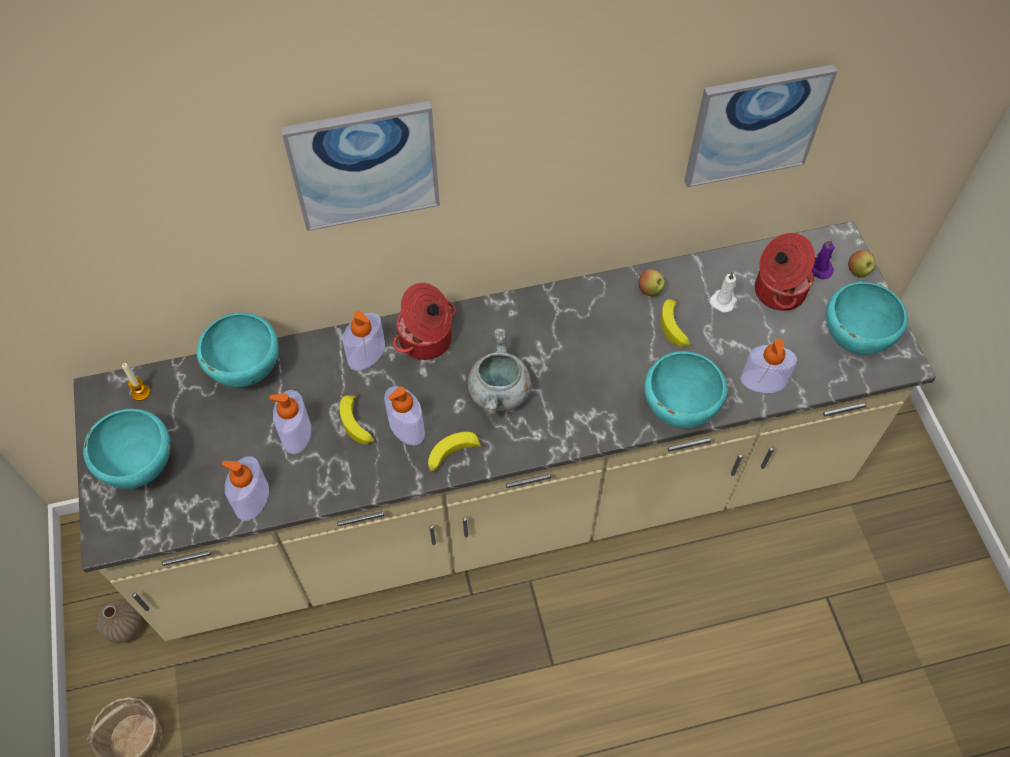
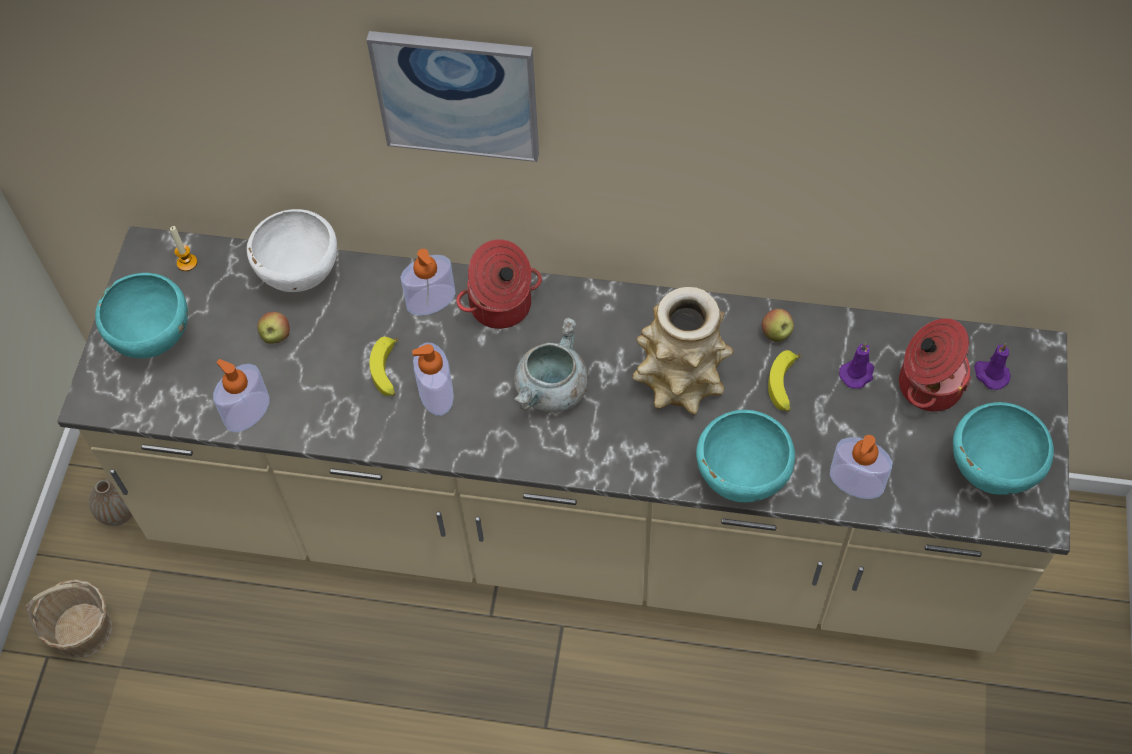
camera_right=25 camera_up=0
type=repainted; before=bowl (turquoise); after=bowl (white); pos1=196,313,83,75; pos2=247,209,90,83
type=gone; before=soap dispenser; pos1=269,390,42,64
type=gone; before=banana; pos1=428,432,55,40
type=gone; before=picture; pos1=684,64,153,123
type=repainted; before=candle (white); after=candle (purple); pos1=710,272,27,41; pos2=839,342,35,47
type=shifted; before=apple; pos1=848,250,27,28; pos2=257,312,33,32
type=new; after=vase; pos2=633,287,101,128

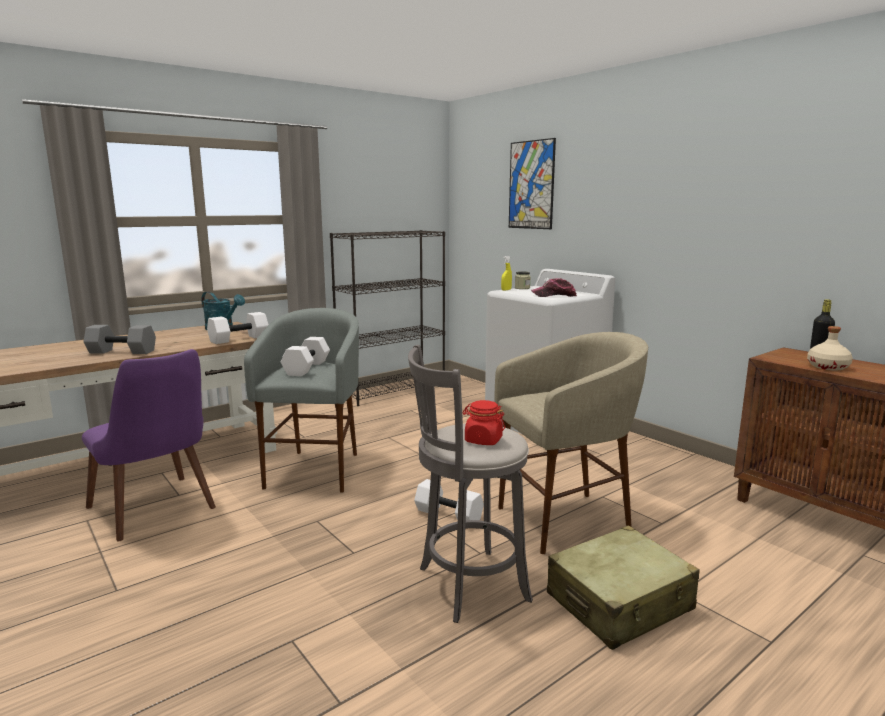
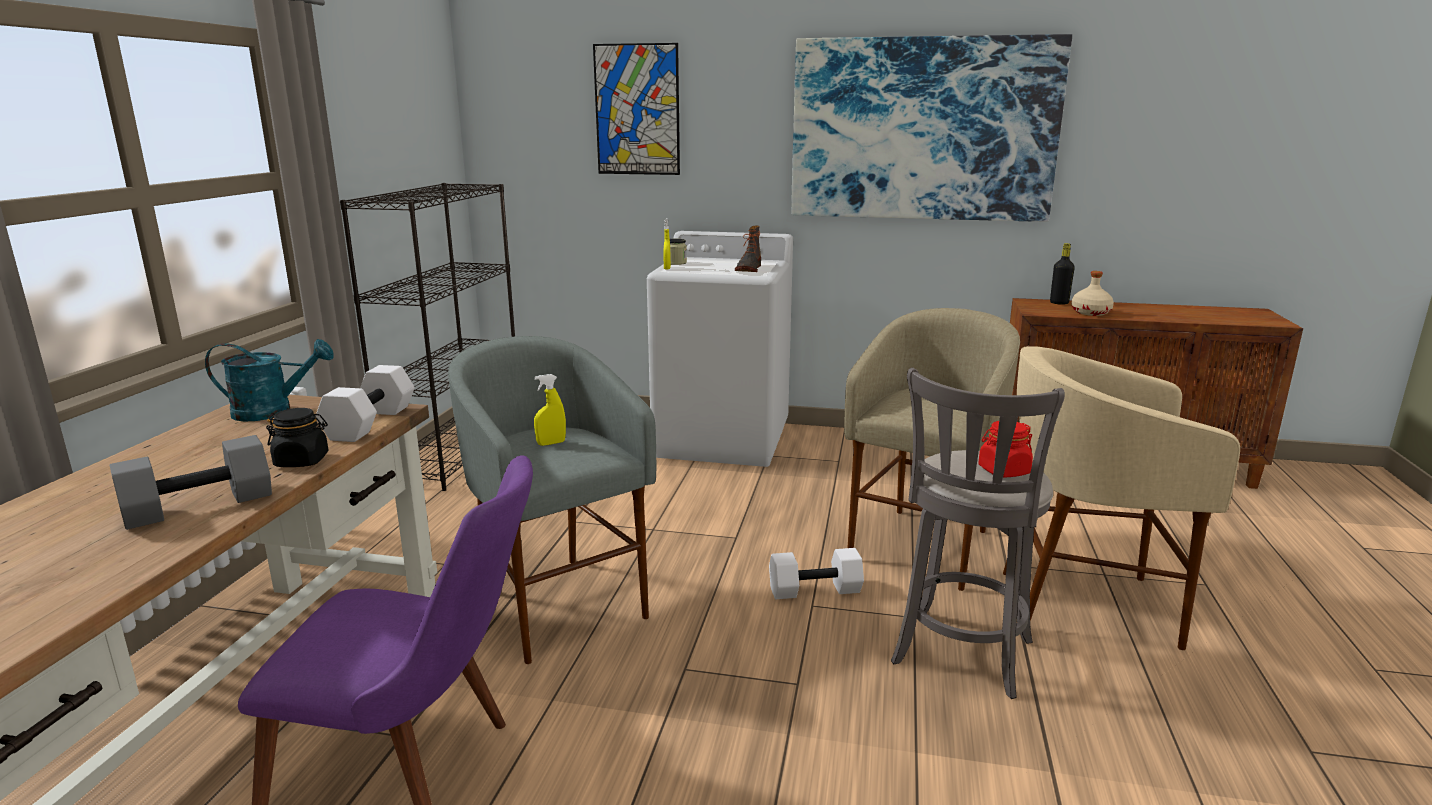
camera_right=-40 camera_up=5
type=swapped; before=dumbbell (white); after=spray bottle (yellow); pos1=281,337,49,39; pos2=534,374,32,72
type=swapped; before=cap; after=boot; pos1=531,278,45,19; pos2=735,226,26,46
type=swapped; before=suitcase (beige); after=stool (beige); pos1=547,525,153,125; pos2=1003,346,237,304
type=new; after=jar (black); pos2=266,408,62,59
type=new; after=picture; pos2=791,34,281,188

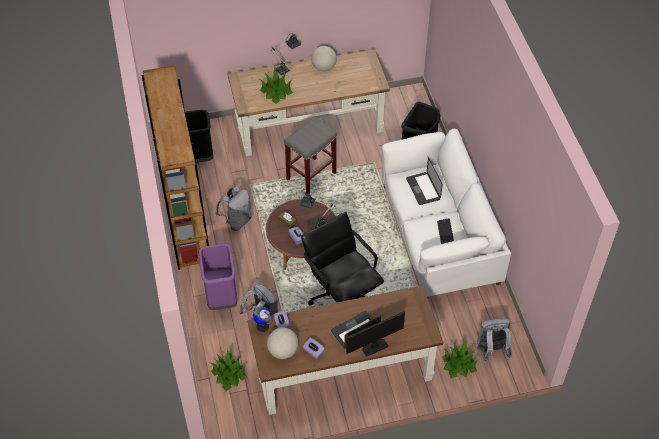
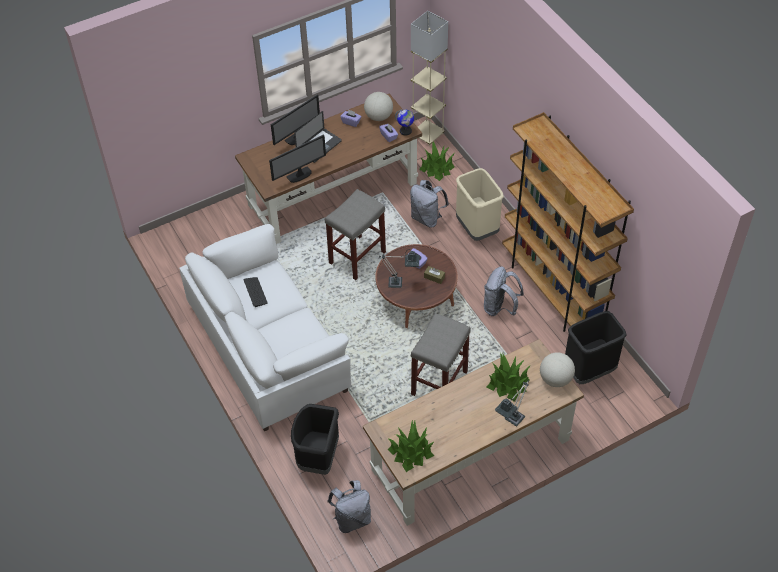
camera_right=165 camera_up=0
type=repainted; before=trash can (purple); after=trash can (beige); pos1=199,244,38,66; pos2=456,168,48,73
type=swapped; before=office chair (black); after=stool (grey); pos1=301,212,83,93; pos2=325,189,61,91
type=shifted; before=globe; pos1=311,46,26,26; pos2=540,352,35,35
type=gone; before=laptop; pos1=406,157,37,48
type=shifted; before=potted plant; pos1=442,341,37,37; pos2=387,420,47,52
type=shifted; before=backpack (grey); pos1=477,318,35,43; pos2=327,480,44,53
type=new; after=monitor; pos2=269,134,57,49
type=new; after=floor lamp (beige); pos2=411,11,37,135

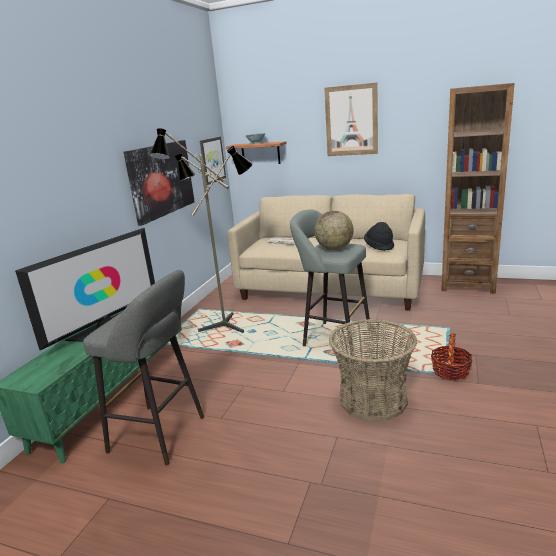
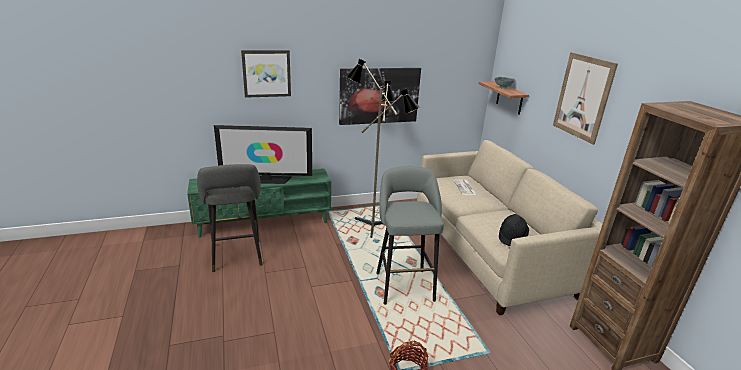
camera_right=50 camera_up=5
type=shifted; before=picture; pos1=200,136,26,49; pos2=241,50,50,48
type=gone; before=globe; pos1=314,211,40,39
type=gone; before=basket; pos1=329,319,88,102

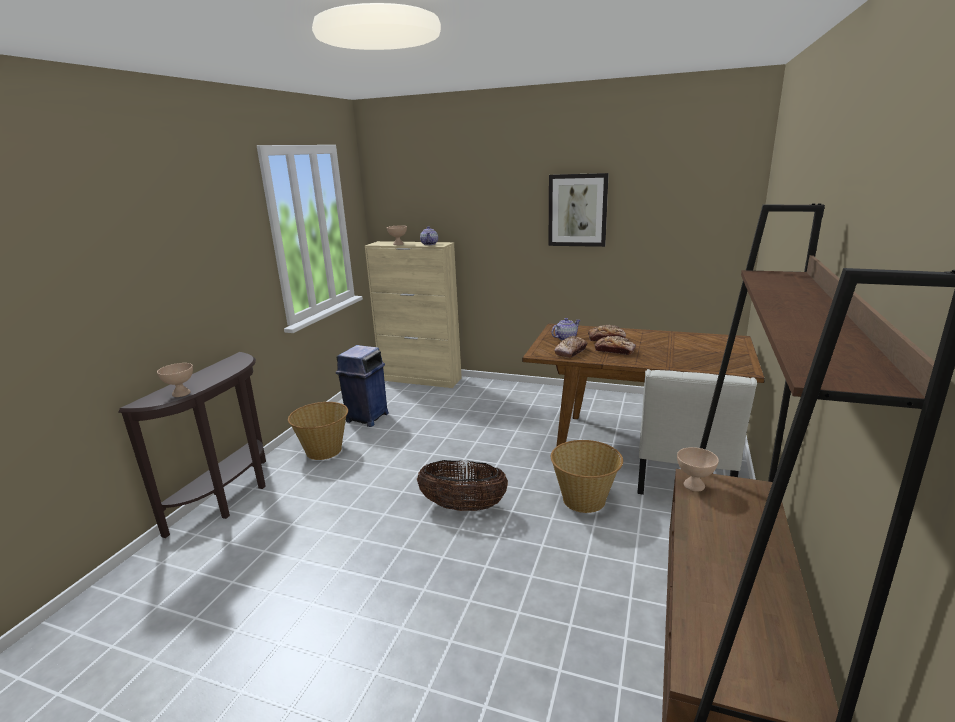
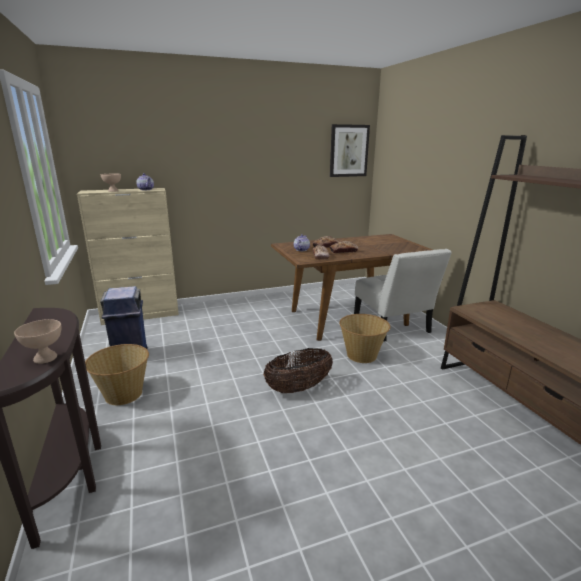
camera_right=-40 camera_up=0
type=shifted; before=picture; pos1=548,173,61,74; pos2=330,124,40,53
type=gone; before=bowl (beige); pos1=677,447,42,45

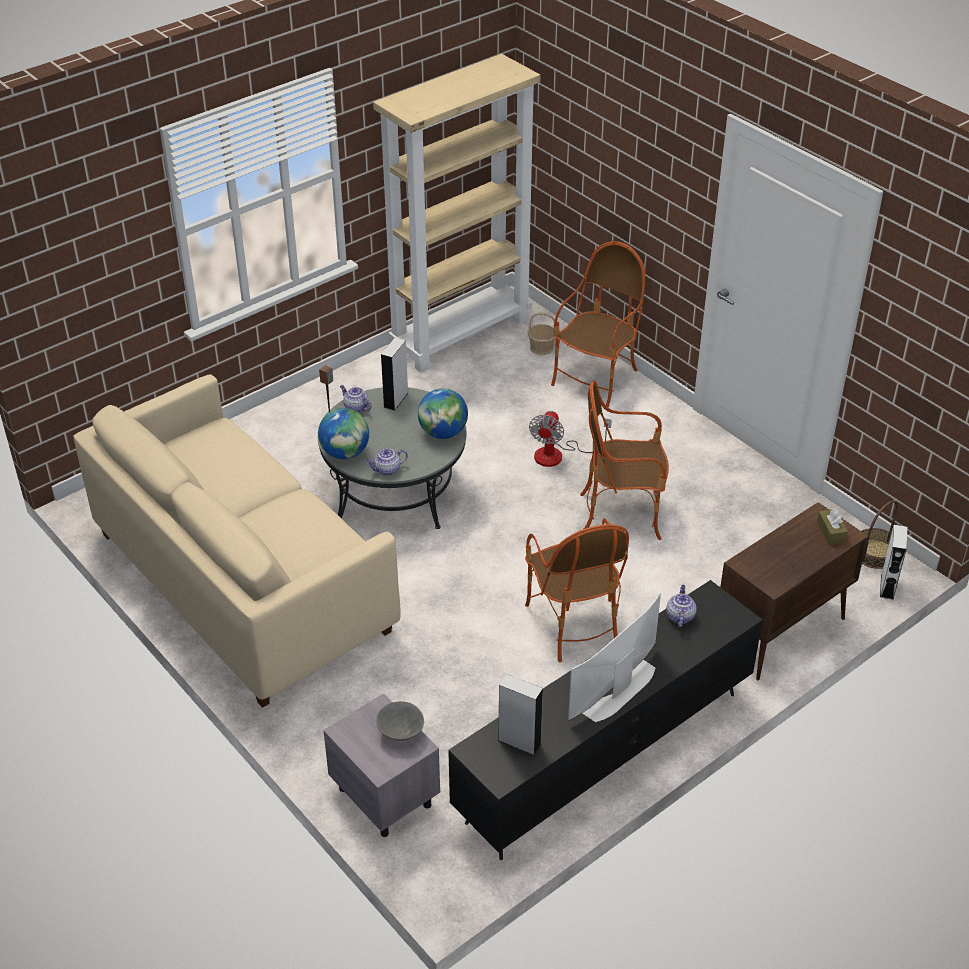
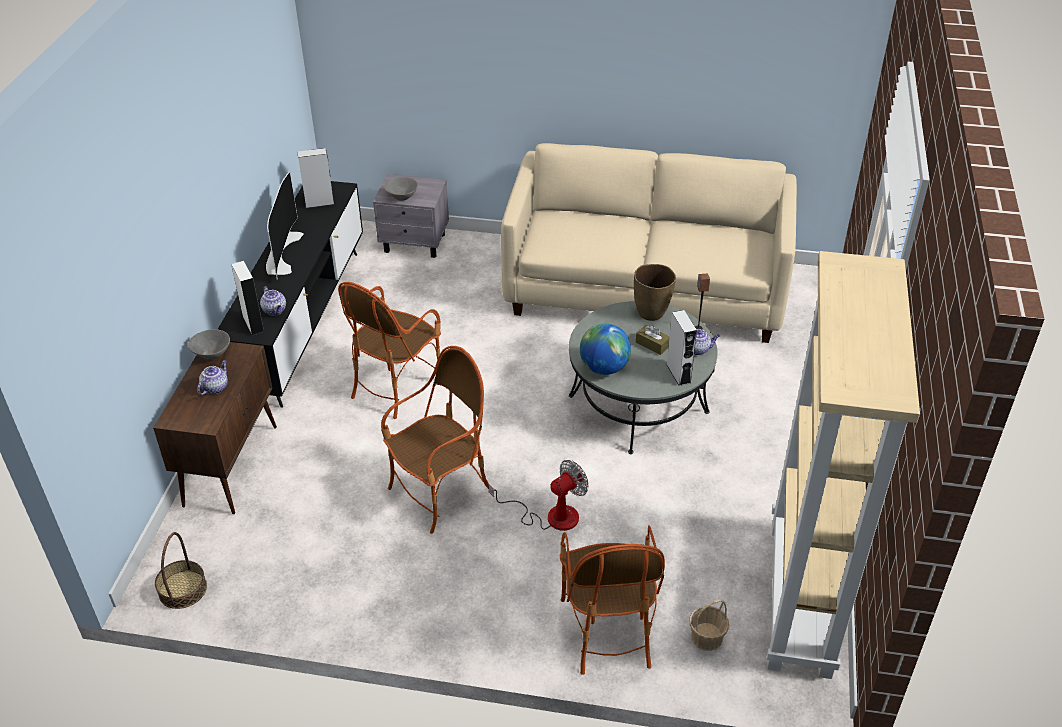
camera_right=140 camera_up=0
type=swapped; before=globe; after=vase (brown); pos1=318,408,51,51; pos2=634,264,42,57
type=shifted; before=teapot; pos1=366,448,42,28; pos2=197,360,31,35
type=rotated; before=armchair; pos1=525,518,104,144; pos2=338,282,103,137; turn=-90
type=rotated; before=fan; pos1=529,411,83,56; pos2=489,460,100,71; turn=75
type=shifted; before=tissue box (brown); pos1=817,508,31,37; pos2=636,325,34,30
type=shifted; before=speaker (white); pos1=880,525,27,75; pos2=231,261,34,74
type=new; after=bowl (grey); pos2=188,329,42,31

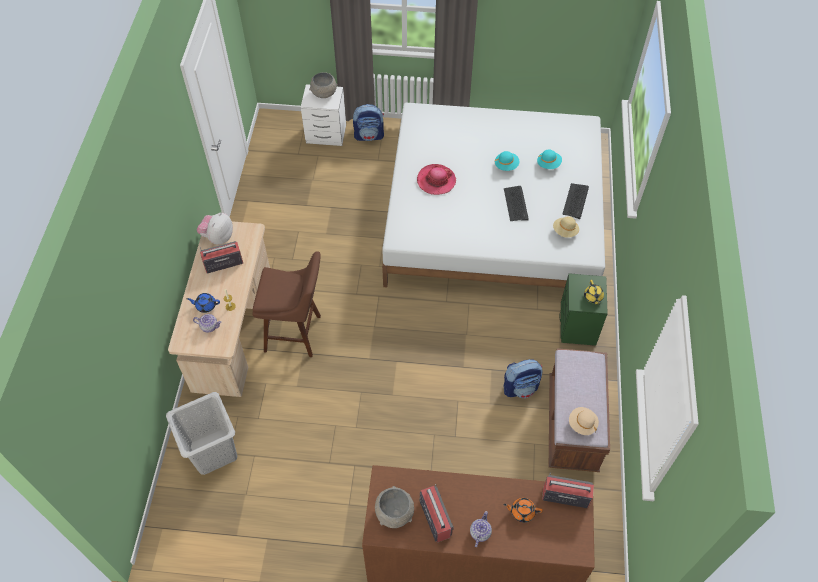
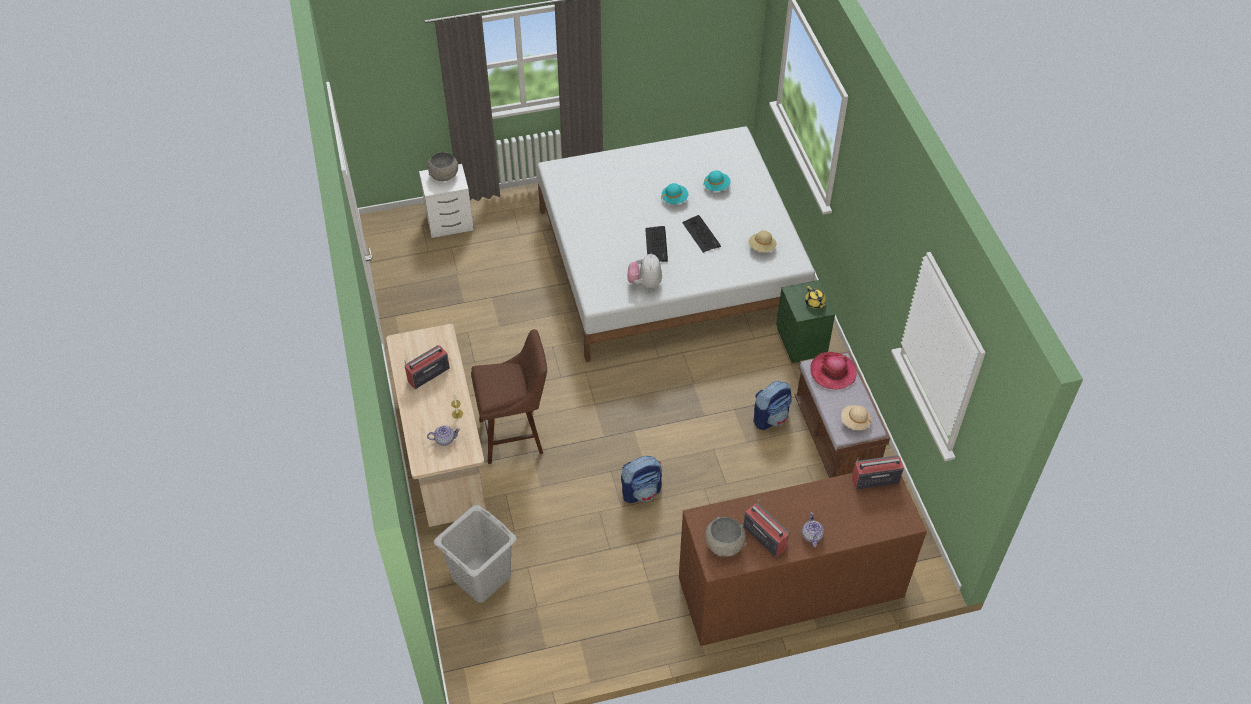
camera_right=-20 camera_up=-5
type=gone; before=teapot (blue); pos1=186,293,34,20
type=shifted; before=plush toy; pos1=197,213,36,31; pos2=627,253,35,35
type=shifted; before=backpack; pos1=353,104,31,37; pos2=621,456,41,47
type=shifted; before=hat; pos1=417,164,39,31; pos2=810,352,47,38
type=gone; before=teapot (orange); pos1=503,498,40,24
type=shifted; before=keyboard; pos1=562,183,27,36; pos2=645,226,23,36

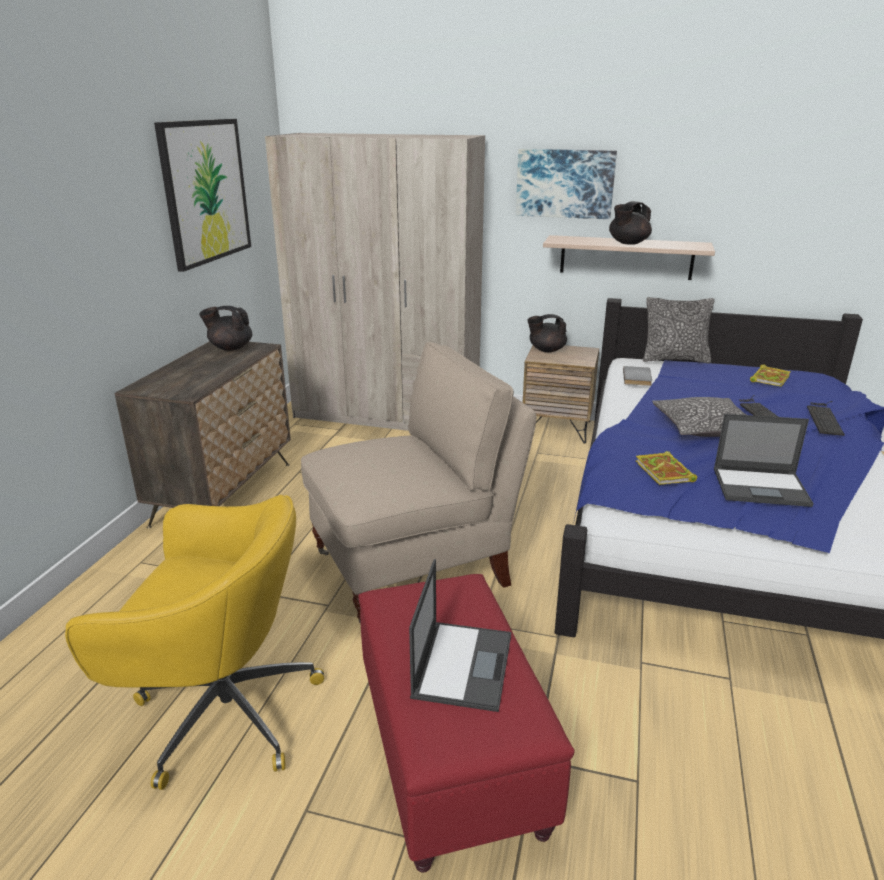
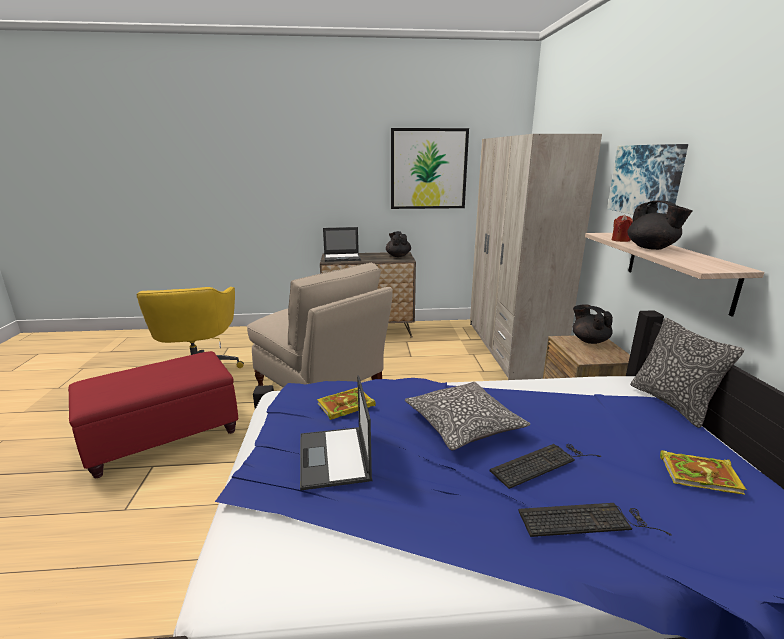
camera_right=70 camera_up=-5
type=shifted; before=laptop; pos1=409,559,102,153; pos2=323,227,38,35
type=rotated; before=teapot (black); pos1=609,201,43,44; pos2=627,200,65,50; turn=-150
type=gone; before=book (grey); pos1=623,366,29,20
type=new; after=candle (red); pos2=612,214,21,28

